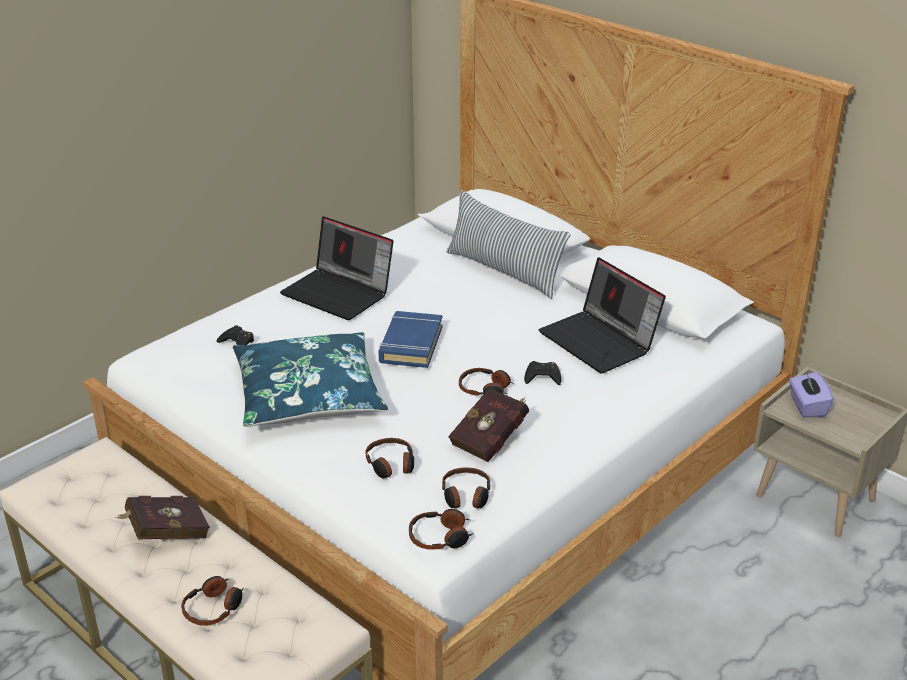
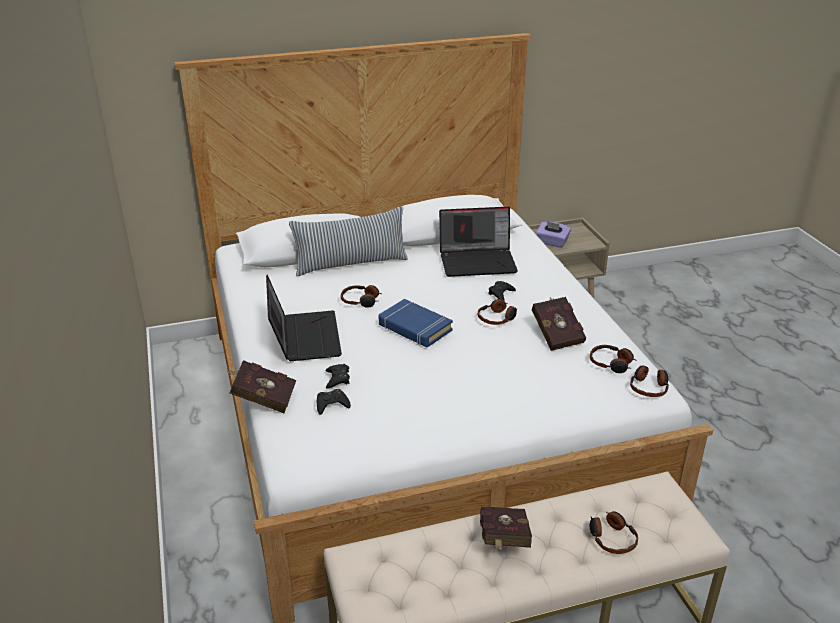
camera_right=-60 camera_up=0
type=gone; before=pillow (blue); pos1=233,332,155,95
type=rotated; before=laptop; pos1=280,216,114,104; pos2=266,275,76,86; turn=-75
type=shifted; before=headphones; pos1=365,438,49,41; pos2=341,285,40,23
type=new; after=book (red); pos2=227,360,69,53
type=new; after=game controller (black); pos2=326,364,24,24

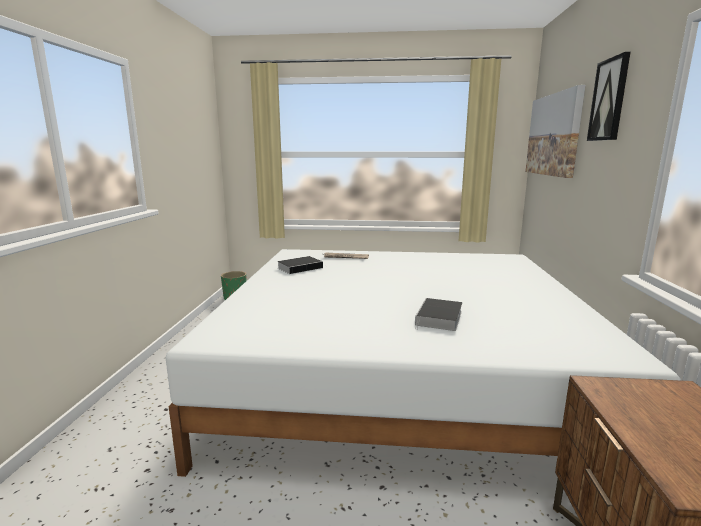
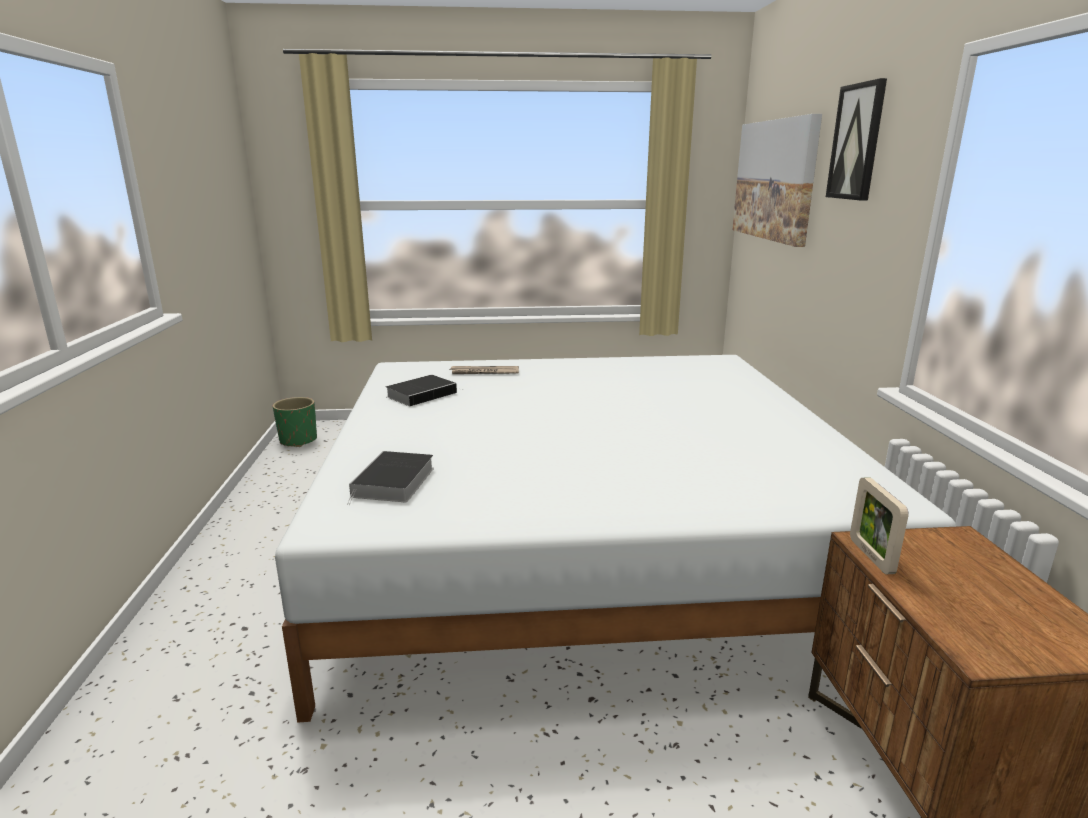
camera_right=-10 camera_up=5
type=shifted; before=book; pos1=415,298,47,33; pos2=347,451,87,54
type=new; after=picture frame; pos2=850,477,59,97

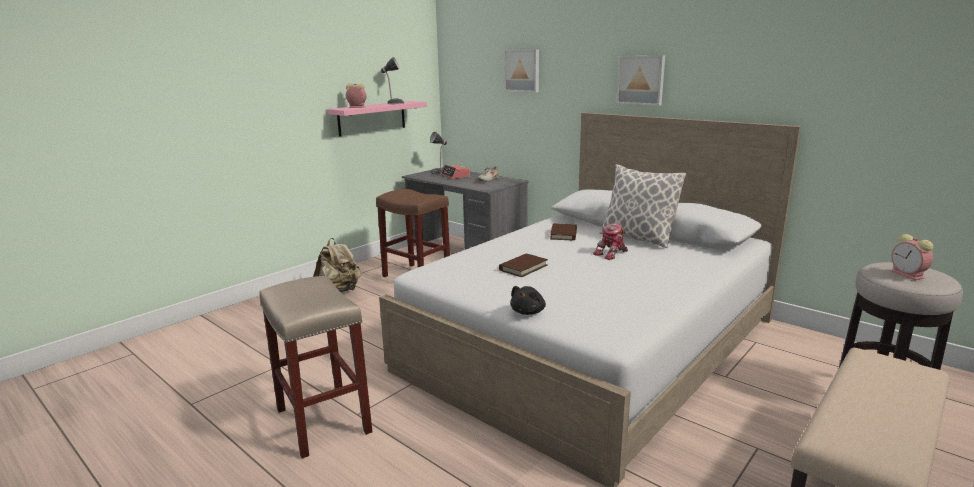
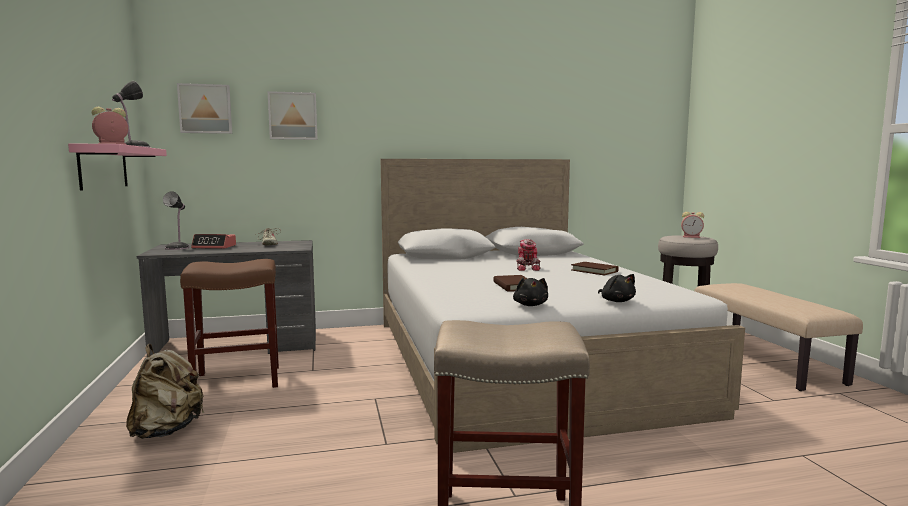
camera_right=-55 camera_up=-10
type=shifted; before=book (brown); pos1=550,224,27,16; pos2=571,262,48,13
type=gone; before=pillow; pos1=599,164,87,84
type=shifted; before=picture; pos1=616,56,49,50; pos2=177,83,55,51
type=new; after=plush toy (black); pos2=513,278,35,28

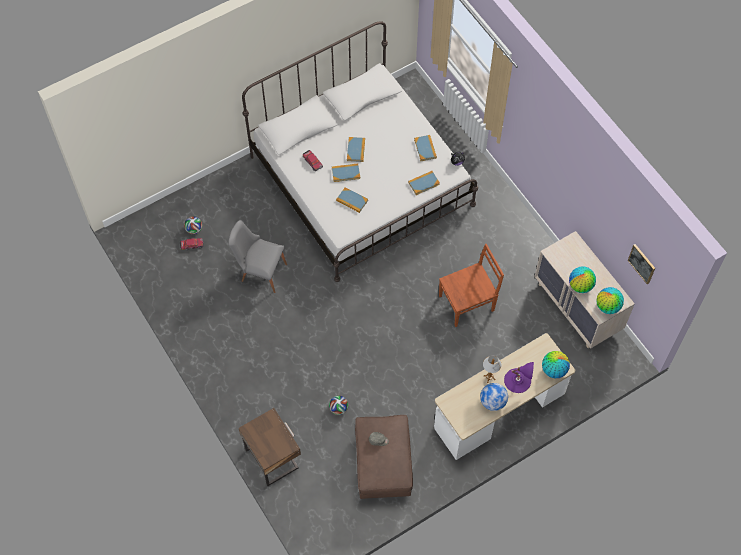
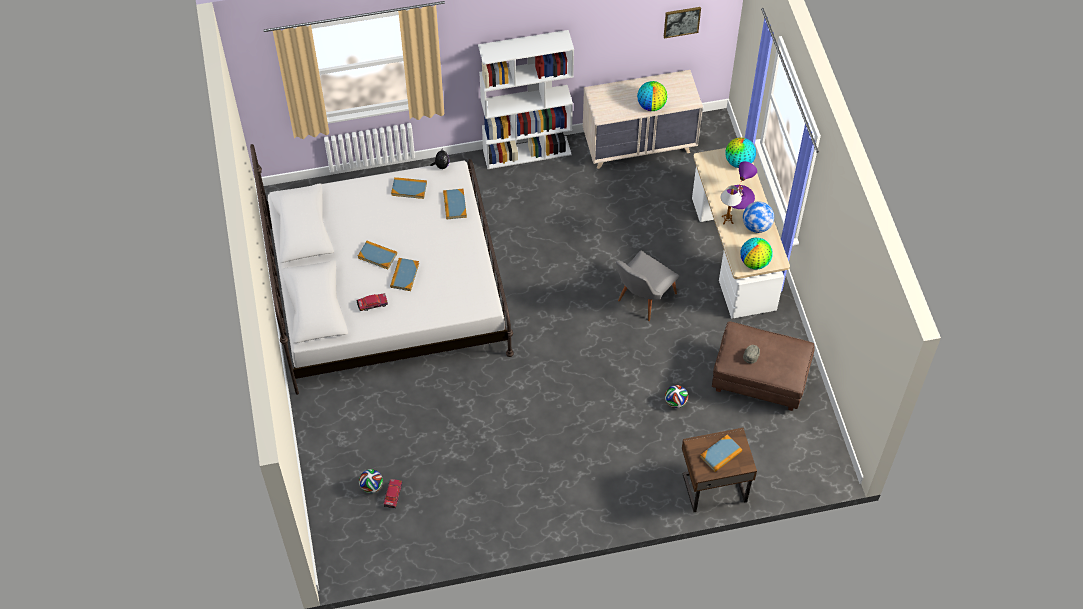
camera_right=-70 camera_up=-5
type=shifted; before=chair (grey); pos1=229,220,58,73; pos2=616,250,63,71
type=shifted; before=book; pos1=336,187,32,26; pos2=700,435,42,37
type=gone; before=chair (brown); pos1=439,244,65,83
type=shifted; before=globe; pos1=596,287,28,27; pos2=741,238,32,31
type=new; after=bookcase (white); pos2=478,30,96,139

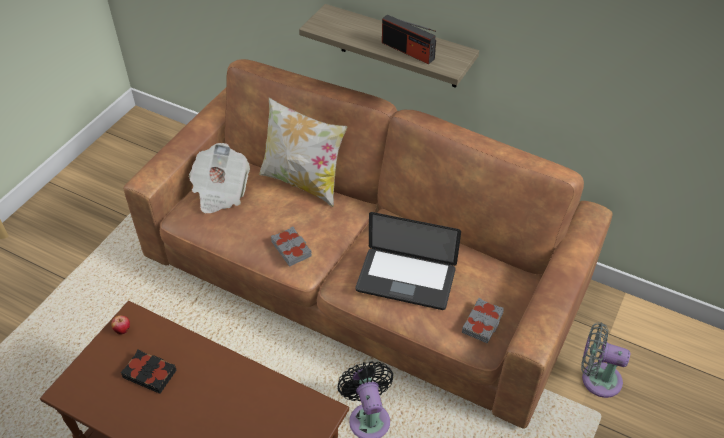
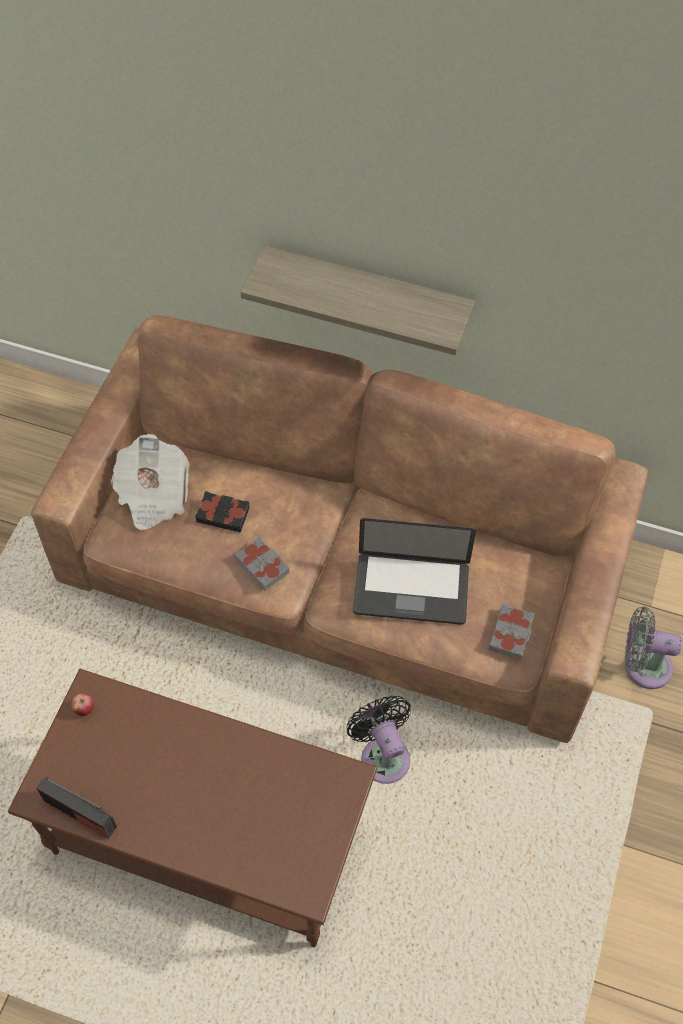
camera_right=-10 camera_up=10
type=shifted; before=book (black); pos1=121,349,56,45; pos2=195,491,55,42
type=gone; before=pillow; pos1=259,98,88,109
type=shifted; before=radio; pos1=382,15,54,49; pos2=36,778,81,61

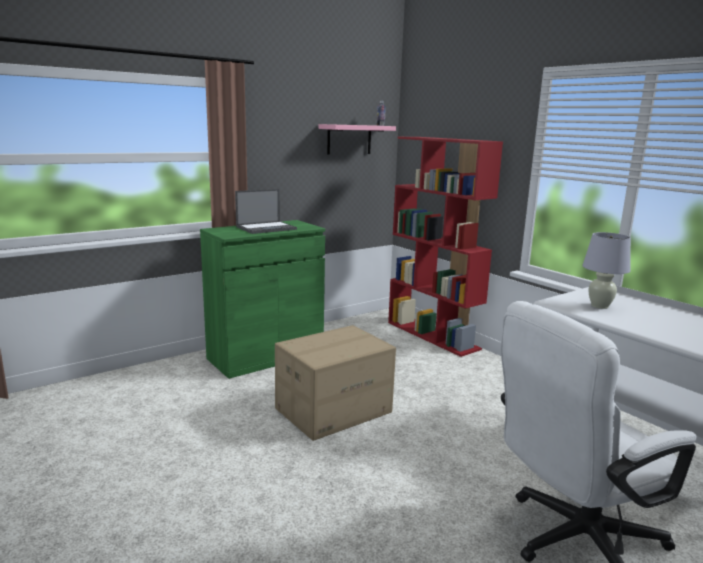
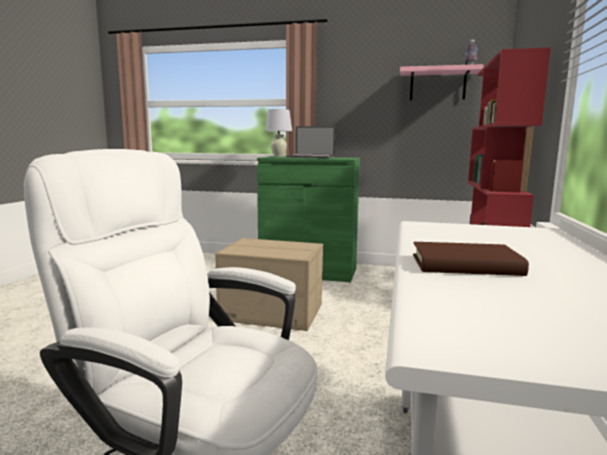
camera_right=50 camera_up=-5
type=shifted; before=table lamp (white); pos1=583,232,48,77; pos2=265,109,27,48
type=new; after=book (brown); pos2=413,242,116,34

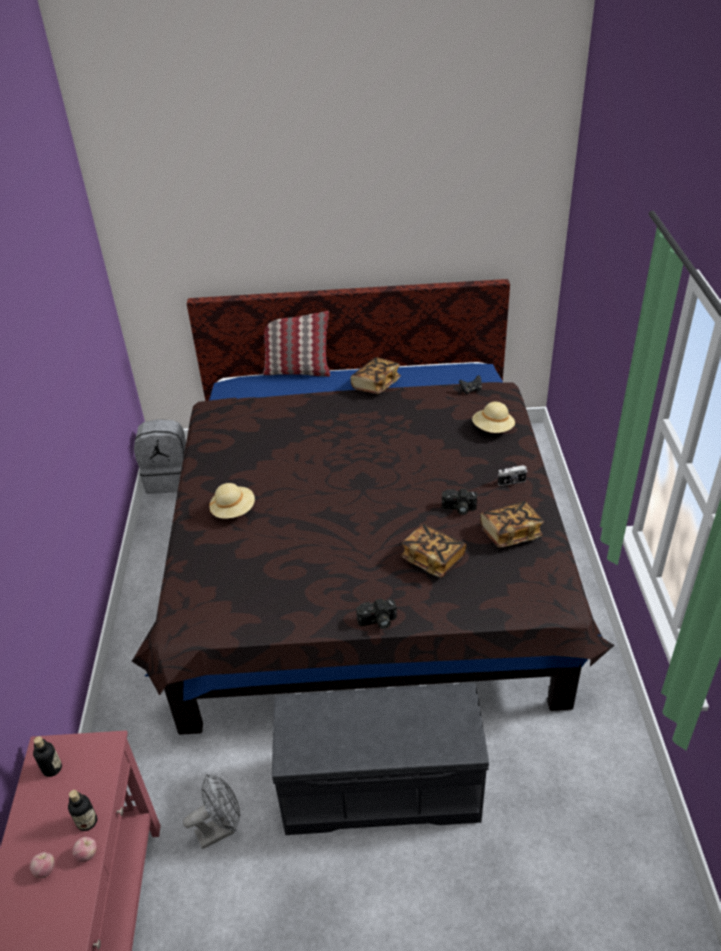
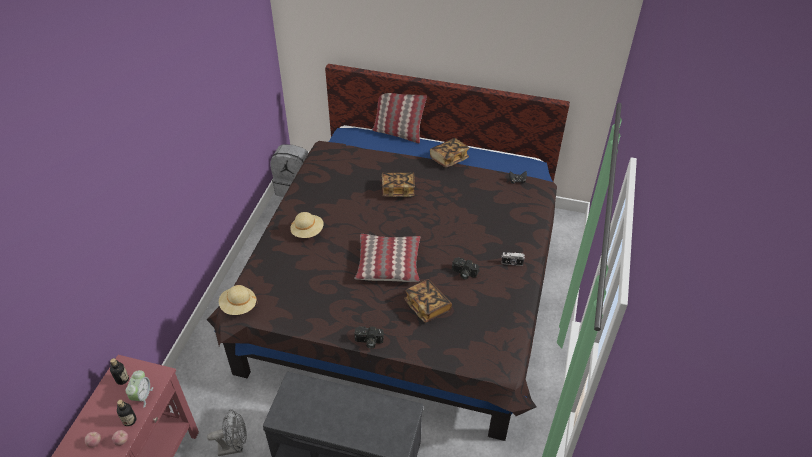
camera_right=15 camera_up=5
type=shifted; before=hat (beige); pos1=472,402,43,31; pos2=219,285,38,30
type=shifted; before=book; pos1=480,501,64,47; pos2=382,172,33,25
type=new; after=alarm clock; pos2=126,370,27,38
type=new; after=pillow; pos2=354,234,66,48

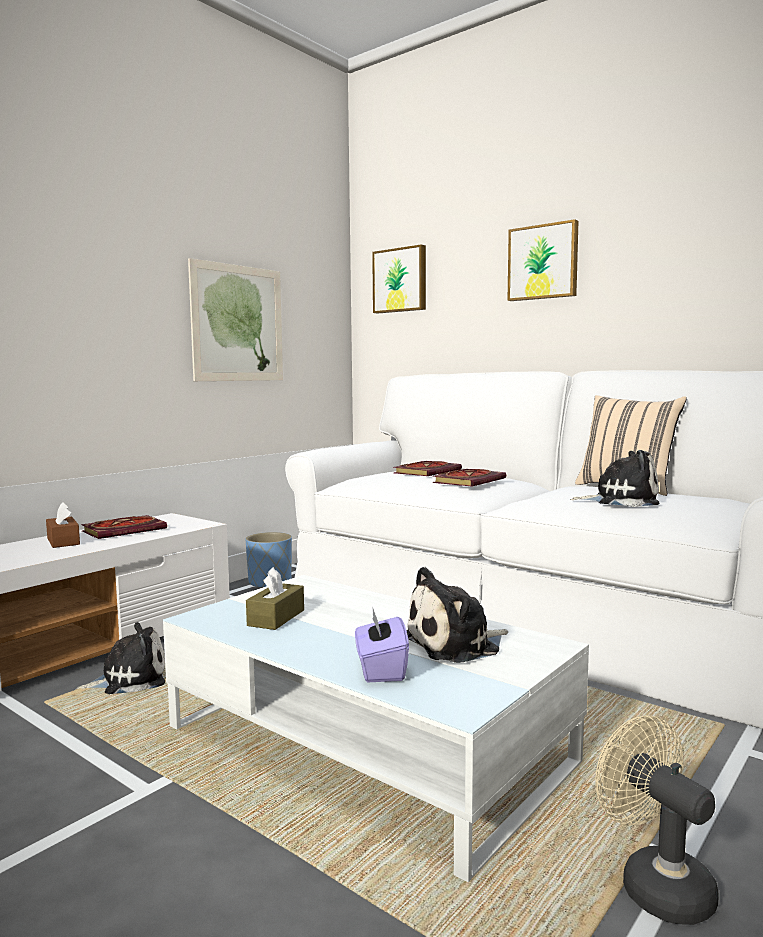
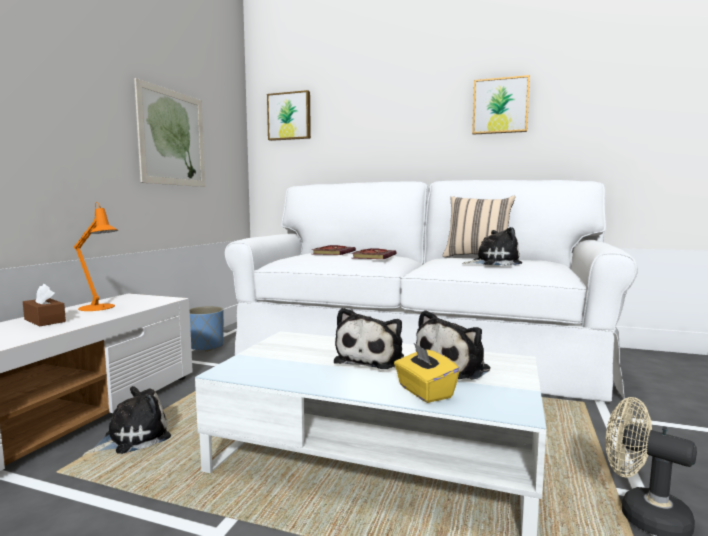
camera_right=-20 camera_up=0
type=swapped; before=book; after=table lamp (orange); pos1=81,515,86,24; pos2=74,202,44,109
type=gone; before=tissue box (brown); pos1=246,567,58,63
type=repainted; before=tissue box (purple); after=tissue box (yellow); pos1=355,609,54,73; pos2=394,343,66,60
type=shifted; before=picture; pos1=508,219,71,82; pos2=472,75,58,60
type=new; after=plush toy; pos2=334,308,70,61

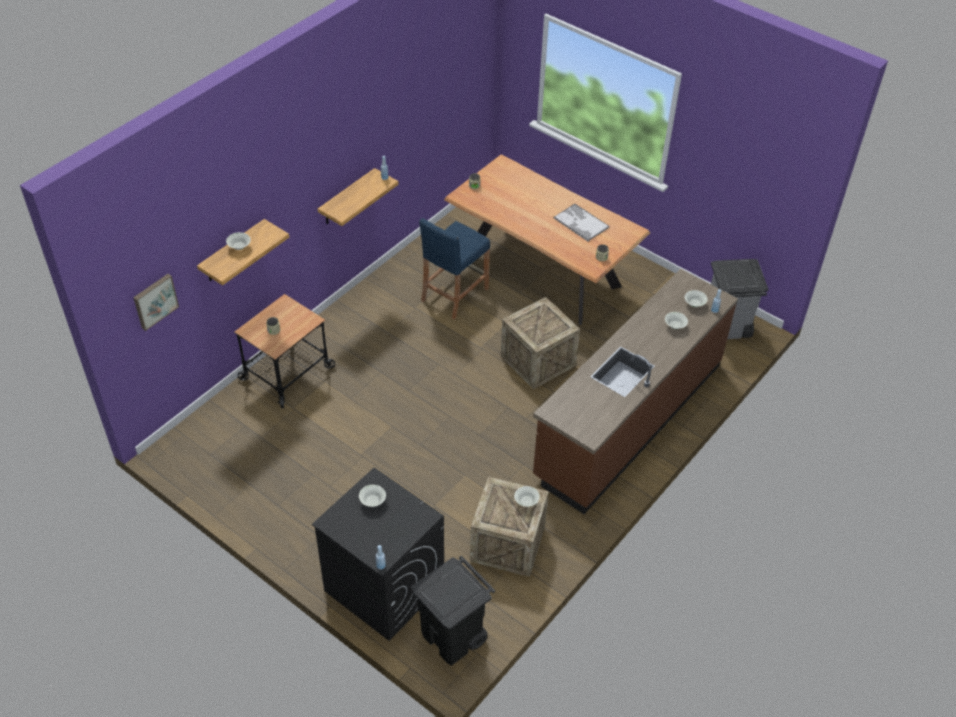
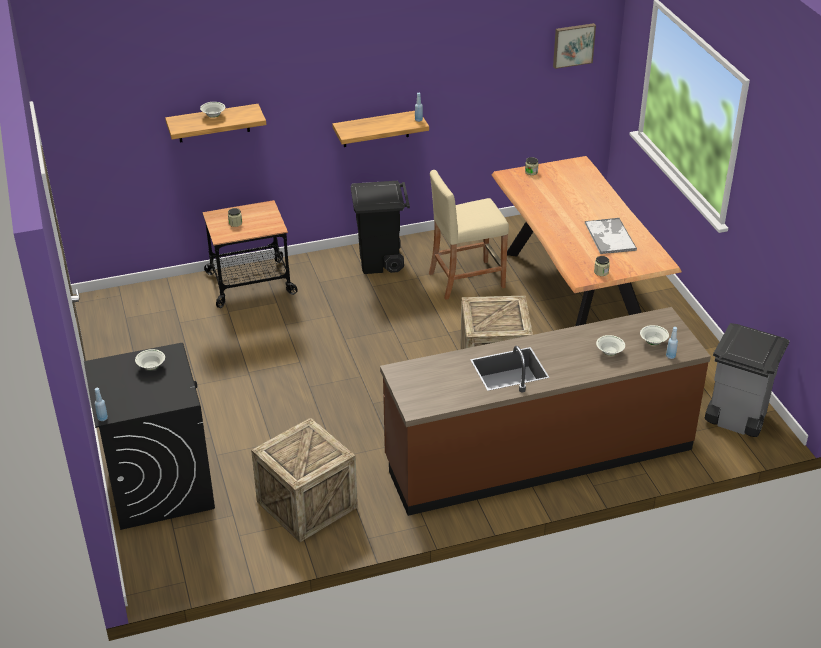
camera_right=35 camera_up=-10
type=shifted; before=picture; pos1=133,274,46,57; pos2=553,23,43,46
type=shifted; before=trash can (black); pos1=411,555,84,111; pos2=351,181,59,93
type=repainted; before=stool (blue); after=stool (beige); pos1=419,218,71,101; pos2=429,170,80,130
type=gone; before=bowl (white); pos1=514,486,26,21

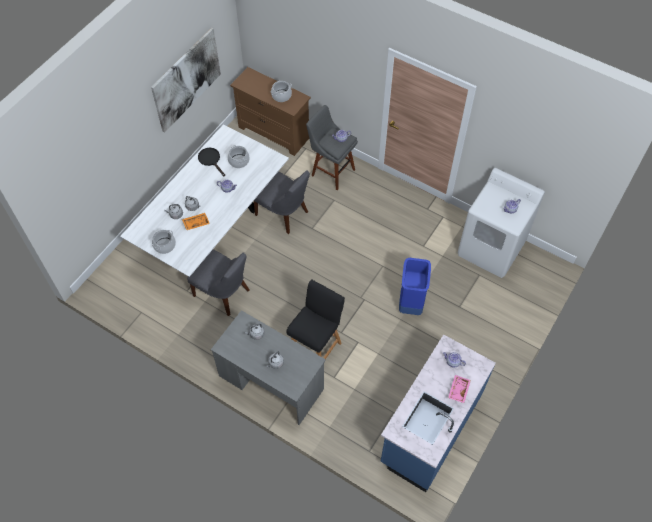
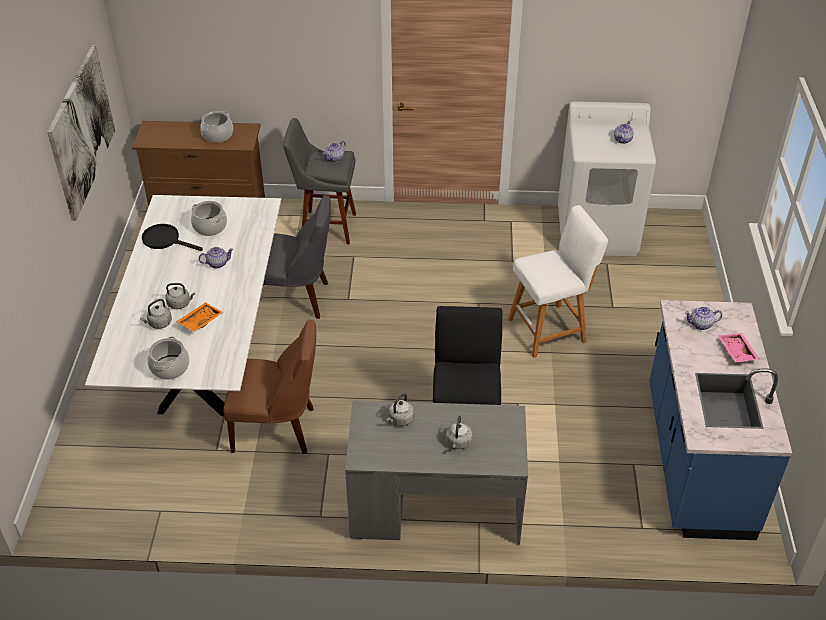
camera_right=-30 camera_up=-15
type=repainted; before=chair (grey); after=chair (brown); pos1=187,249,62,67; pos2=223,319,93,135
type=swapped; before=trash can (blue); after=stool (white); pos1=399,258,32,57; pos2=508,205,100,153

